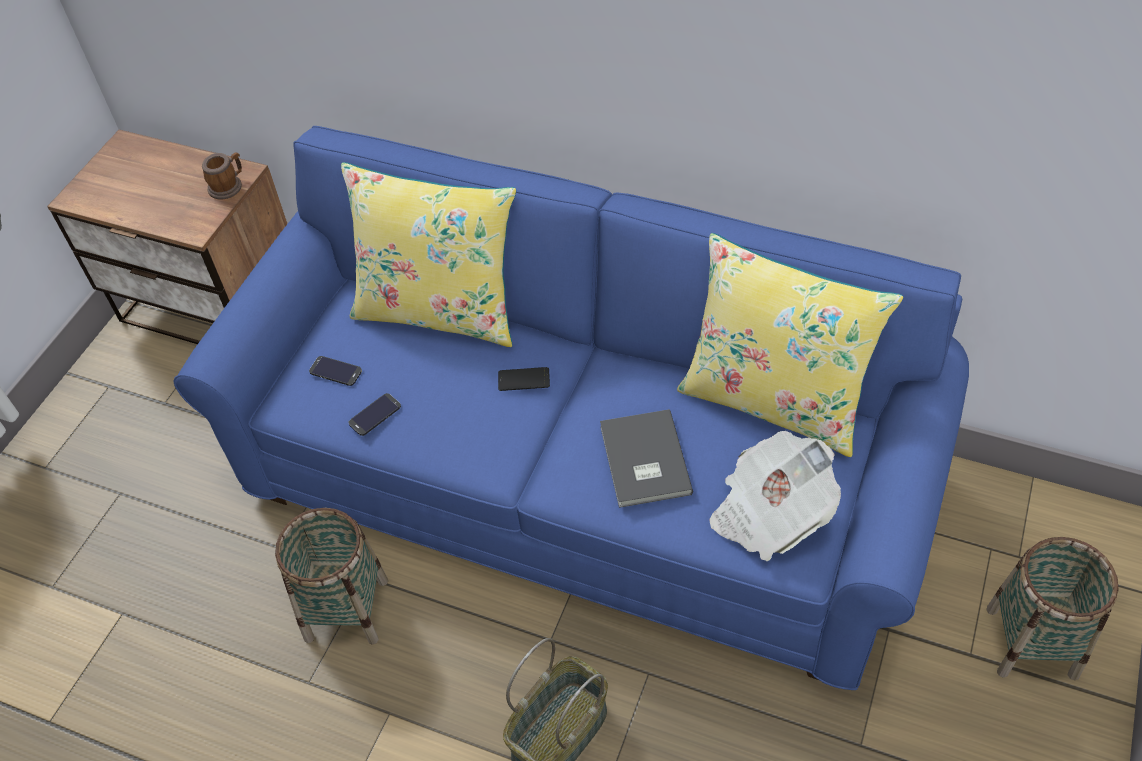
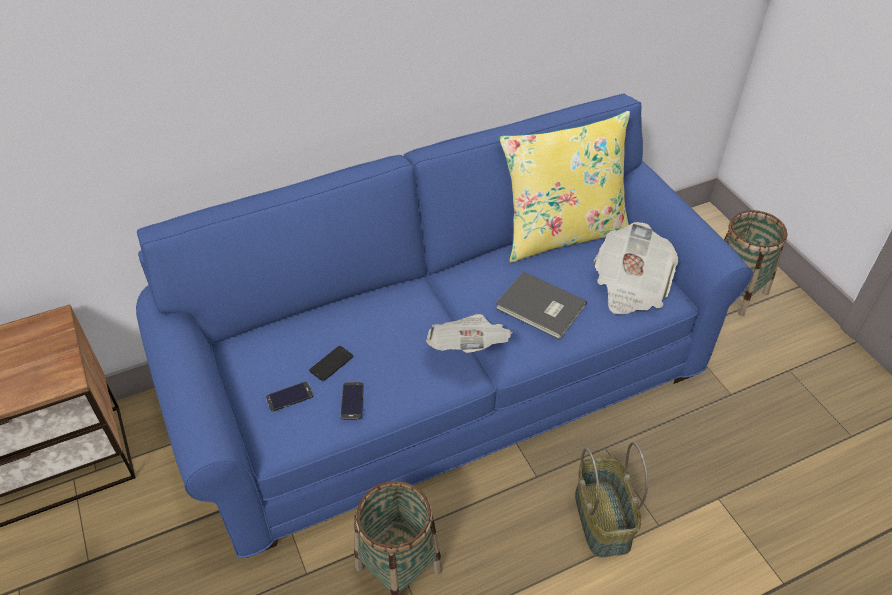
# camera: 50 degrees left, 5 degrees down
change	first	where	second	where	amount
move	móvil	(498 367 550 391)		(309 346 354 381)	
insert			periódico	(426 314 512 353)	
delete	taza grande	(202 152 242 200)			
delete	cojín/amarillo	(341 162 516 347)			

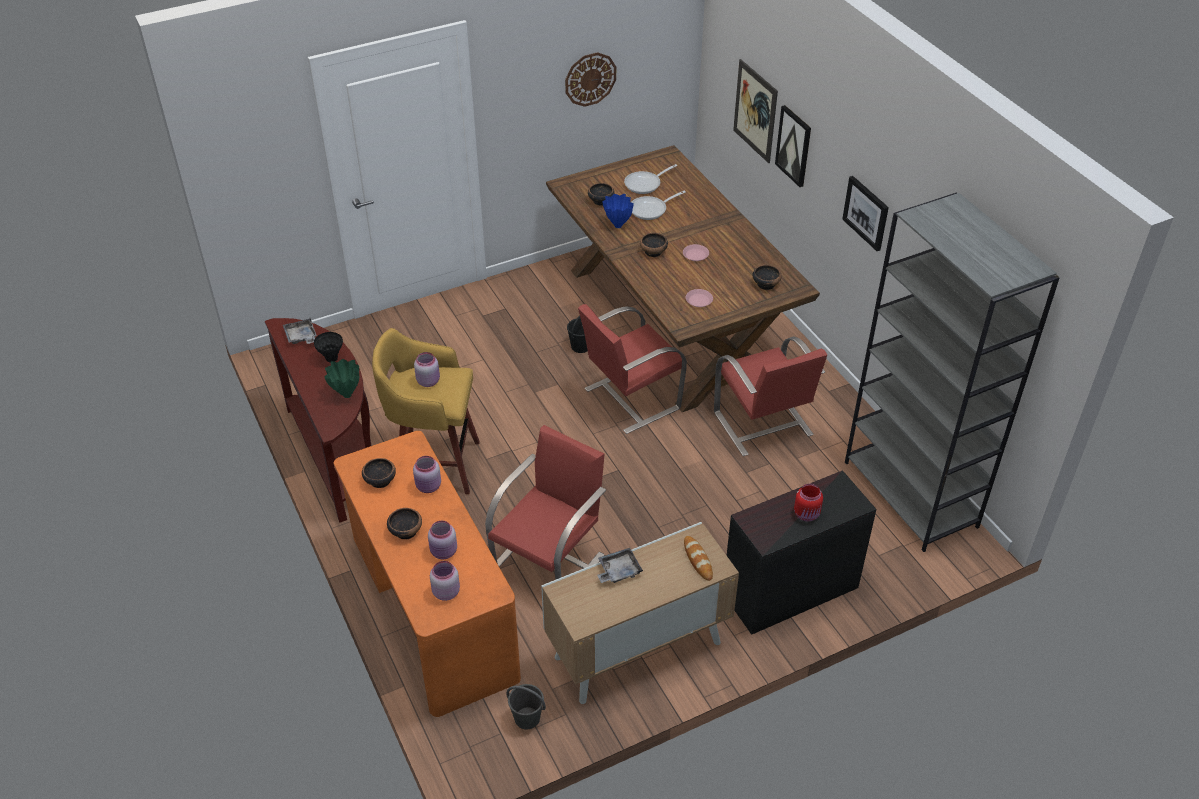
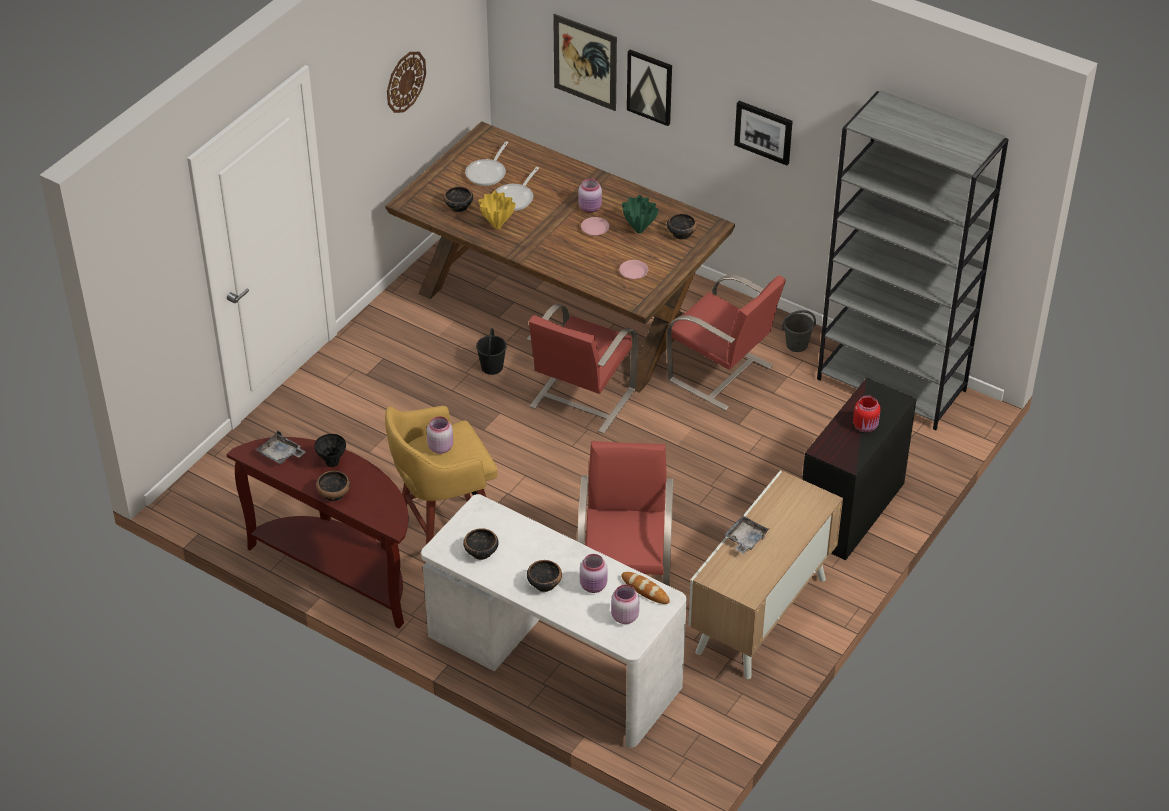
# camera: 30 degrees left, 0 degrees up
change	first	where	second	where	amount
move	cuenco	(640 233 668 257)		(316 470 350 501)	
recolor	escritorio/naranja	(334 431 521 717)	escritorio/blanco	(421 494 687 748)	
recolor	florero/azul	(602 194 634 228)	florero/amarillo	(478 191 516 229)	
move	tarro/rosa	(413 456 441 493)		(578 178 602 213)	
move	pan	(684 536 713 581)		(621 572 670 604)	
move	florero/verde	(324 359 359 398)		(622 195 659 233)	
move	cubo/gris	(507 684 546 730)		(782 310 816 352)	

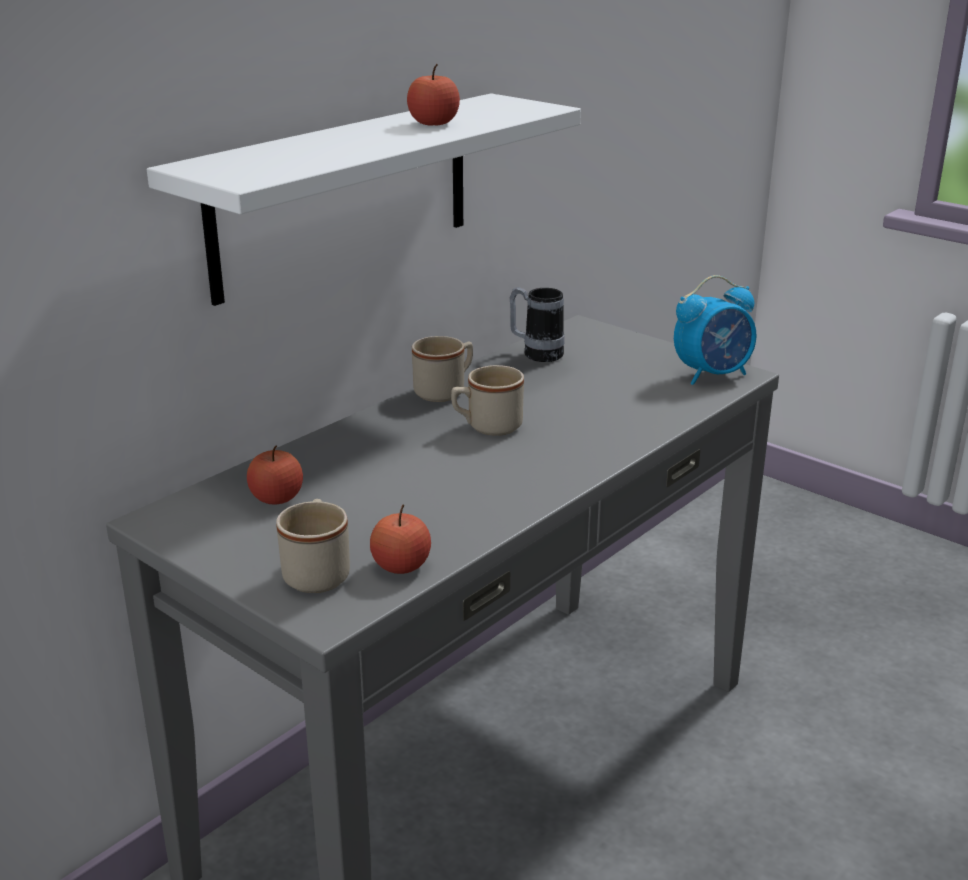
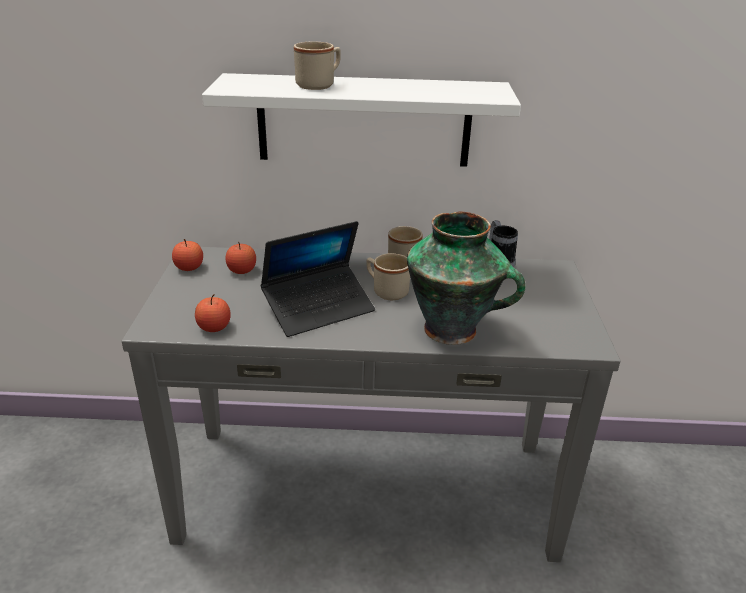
# camera: 50 degrees right, 5 degrees up
change	first	where	second	where	amount
move	manzana	(407 64 460 126)		(172 239 203 271)	
insert			portátil	(261 221 375 337)	
move	taza grande/beis	(276 499 350 593)		(294 42 341 90)	
insert			florero	(407 212 526 345)	
delete	despertador	(674 275 757 385)			

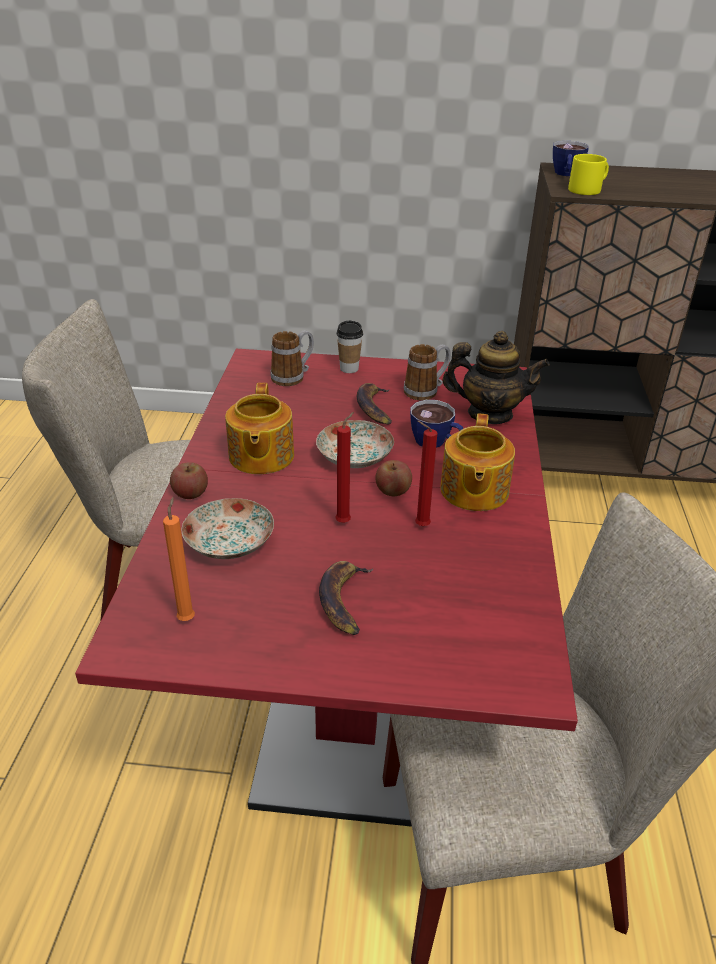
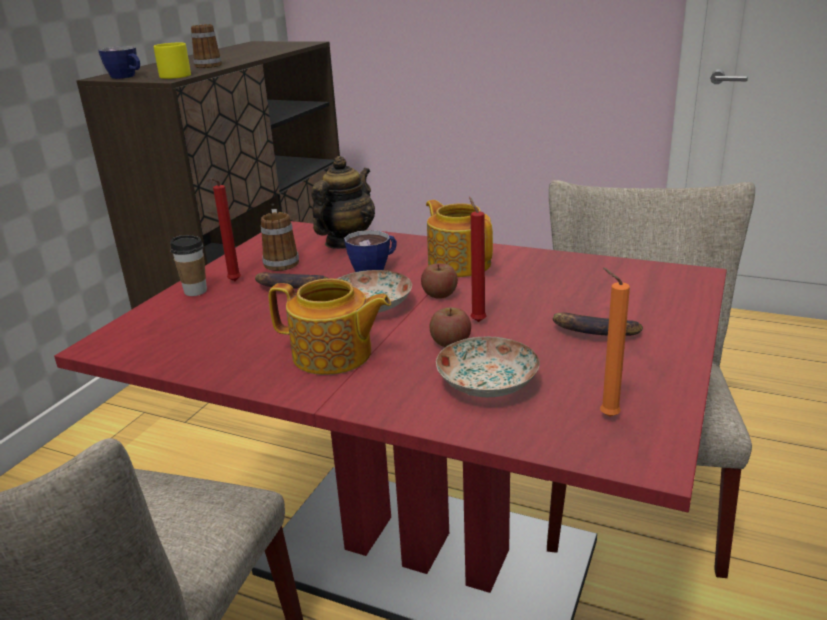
# camera: 70 degrees left, 10 degrees down
change	first	where	second	where	amount
move	taza grande	(270 330 314 386)		(191 24 222 68)	
move	vela/rojo	(415 421 437 526)		(211 178 241 281)	
rotate	tetera	(440 414 515 511)		(426 200 493 277)	150 degrees counterclockwise
move	manzana	(170 462 208 499)		(429 307 471 347)	

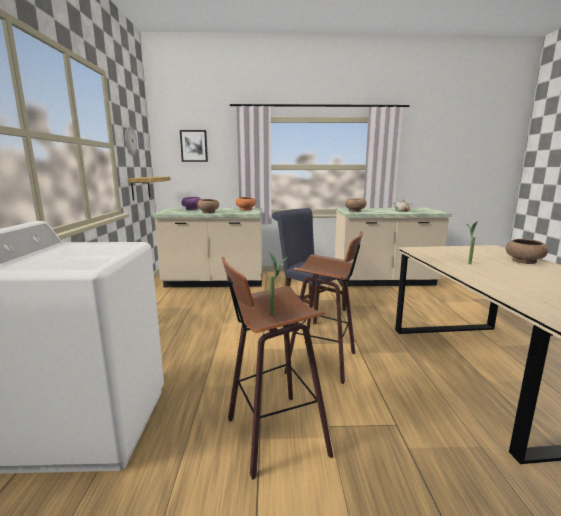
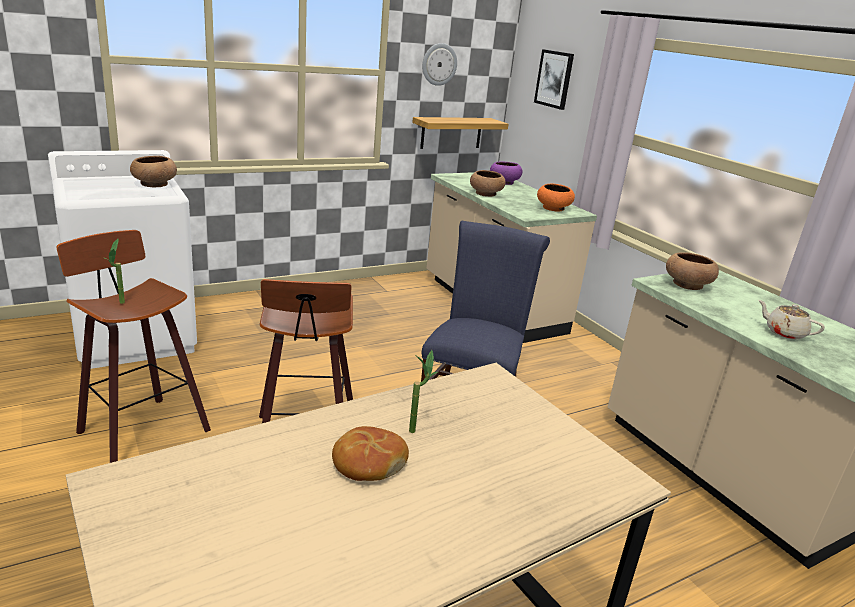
# camera: 60 degrees right, 10 degrees up
change	first	where	second	where	amount
move	cuenco/marrón	(506 239 548 264)		(130 156 177 187)	
insert			pan	(332 426 409 481)	

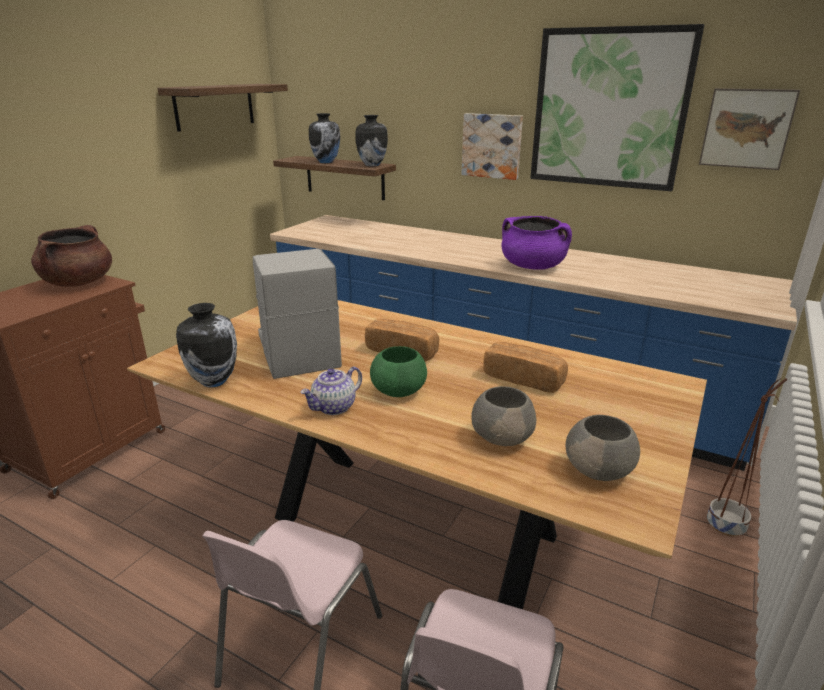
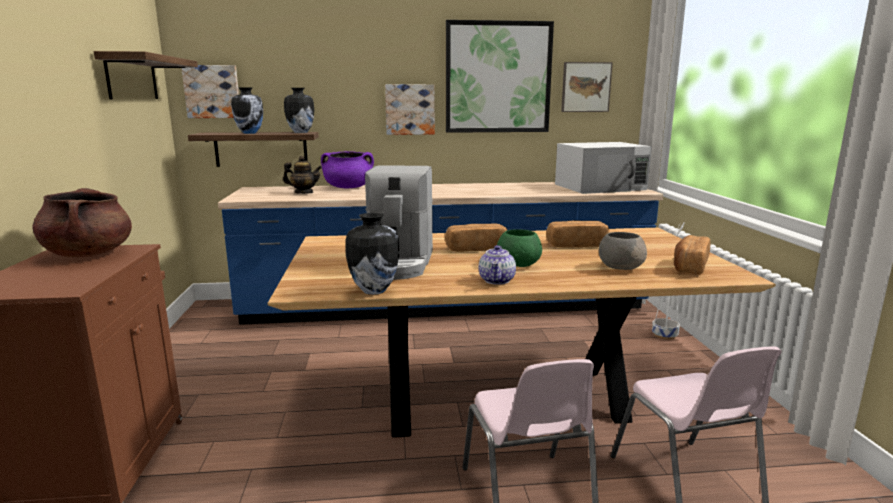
# camera: 35 degrees left, 10 degrees down
change	first	where	second	where	amount
insert			cuadro	(181 65 239 118)	
insert			tetera	(283 156 322 194)	
move	olla/morado	(501 216 572 270)		(321 151 374 188)	
rotate	cafetera	(252 249 342 379)		(365 165 433 280)	120 degrees counterclockwise
insert			microondas/blanco	(555 142 652 194)	
recolor	maceta/marrón	(707 378 787 537)	maceta/blanco	(652 222 685 340)	
replace	cuenco/gris	(566 415 640 481)	pan	(674 235 710 275)	

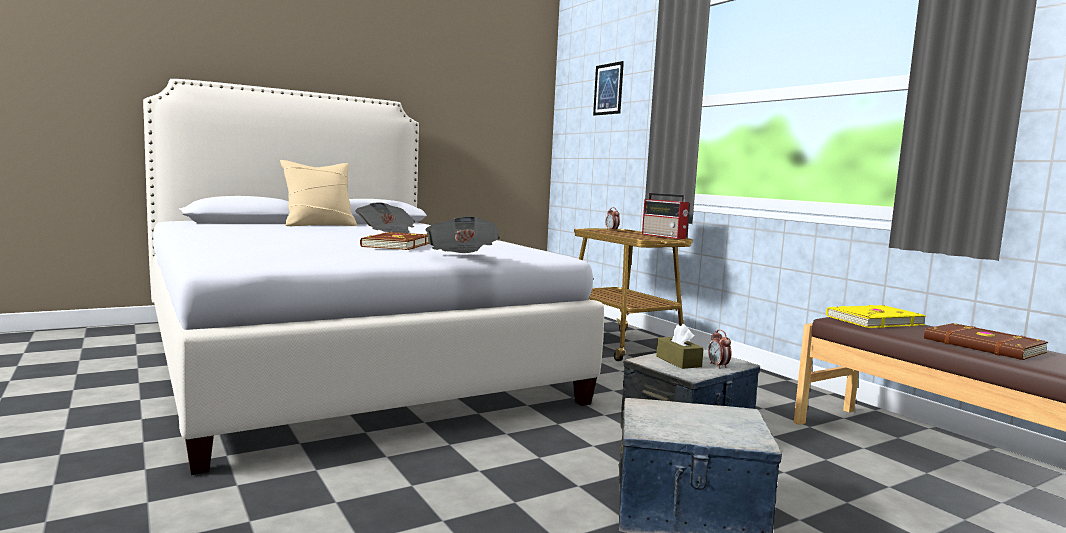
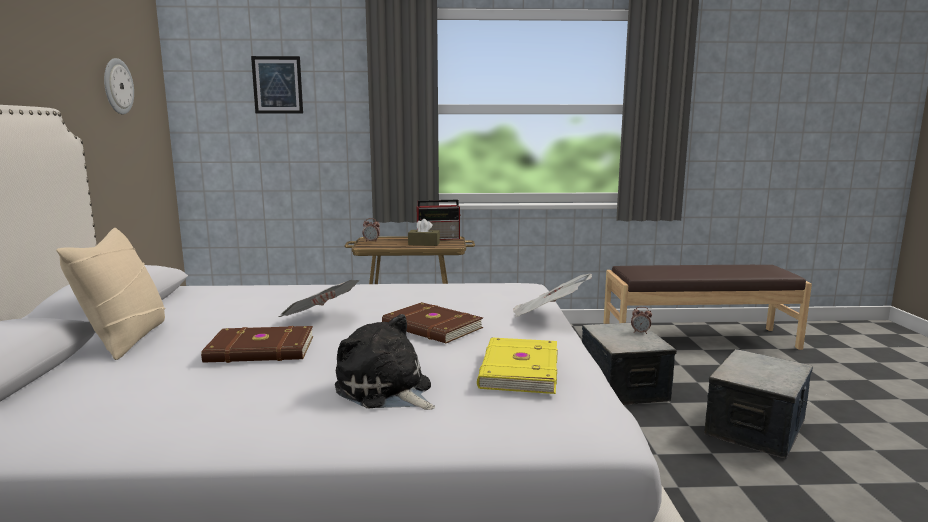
# camera: 60 degrees left, 5 degrees up
change	first	where	second	where	amount
insert			reloj de pared	(104 58 134 114)	
move	libro/marrón	(924 323 1048 360)		(201 326 313 363)	
insert			peluche	(335 314 435 410)	
move	caja de pañuelos/marrón	(656 324 704 369)		(408 219 440 246)	
move	libro/amarillo	(826 305 926 328)		(477 338 558 394)	

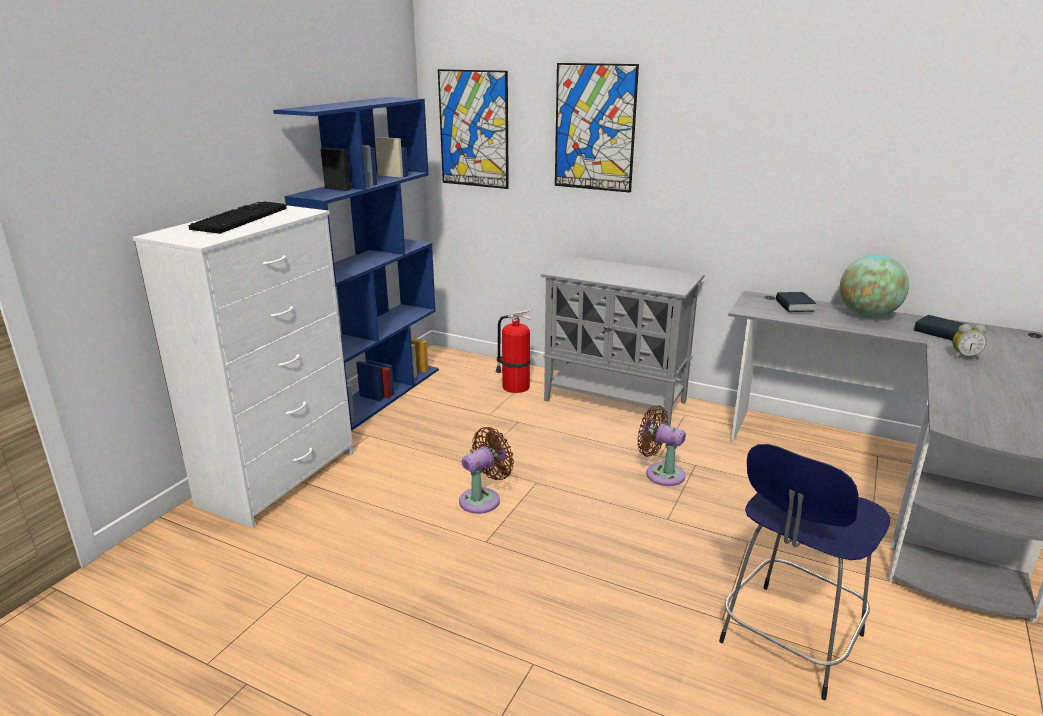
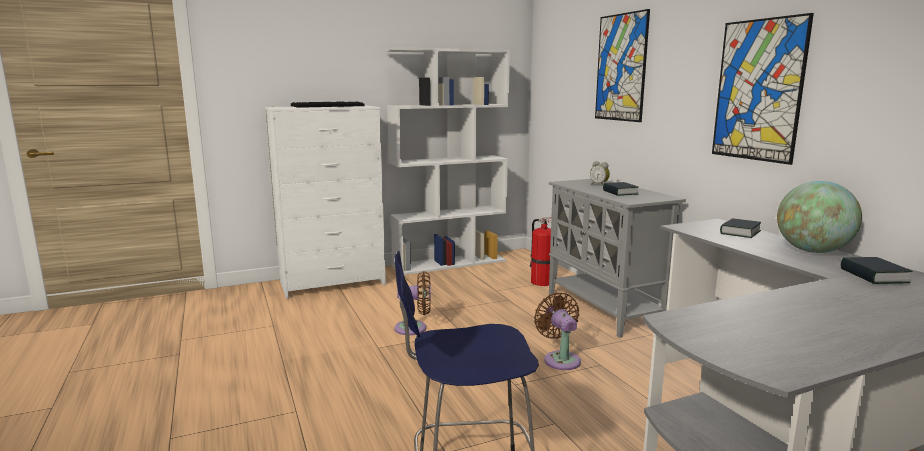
# camera: 40 degrees right, 10 degrees down
change	first	where	second	where	amount
recolor	estantería/azul	(273 97 439 431)	estantería/blanco	(385 47 510 275)	
move	despertador	(952 324 987 359)		(590 161 610 185)	
insert			libro	(603 182 638 196)	
move	cuadro	(438 69 509 189)		(712 13 814 165)	

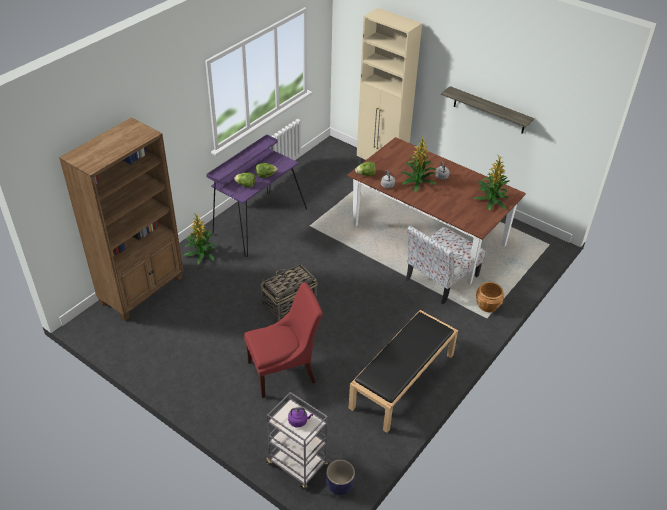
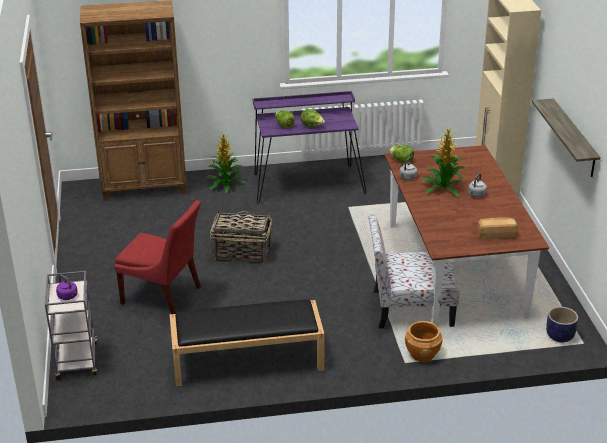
# camera: 45 degrees right, 10 degrees down
change	first	where	second	where	amount
replace	planta en maceta	(474 154 509 210)	pan	(477 218 518 239)	
move	maceta	(326 460 355 495)		(546 307 578 342)	

